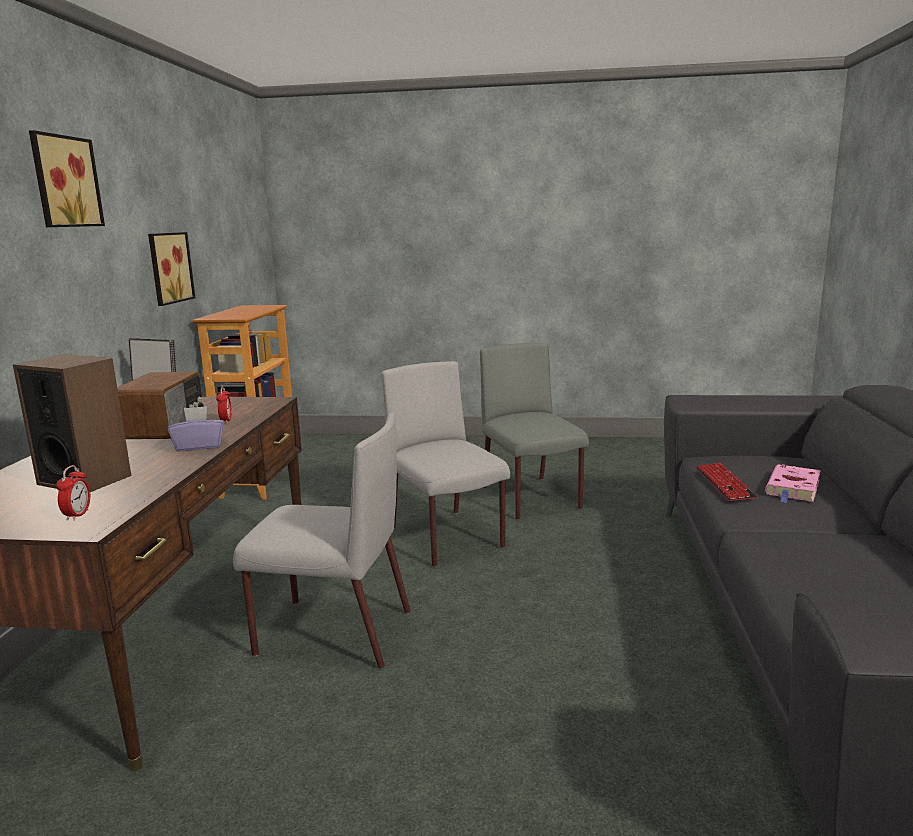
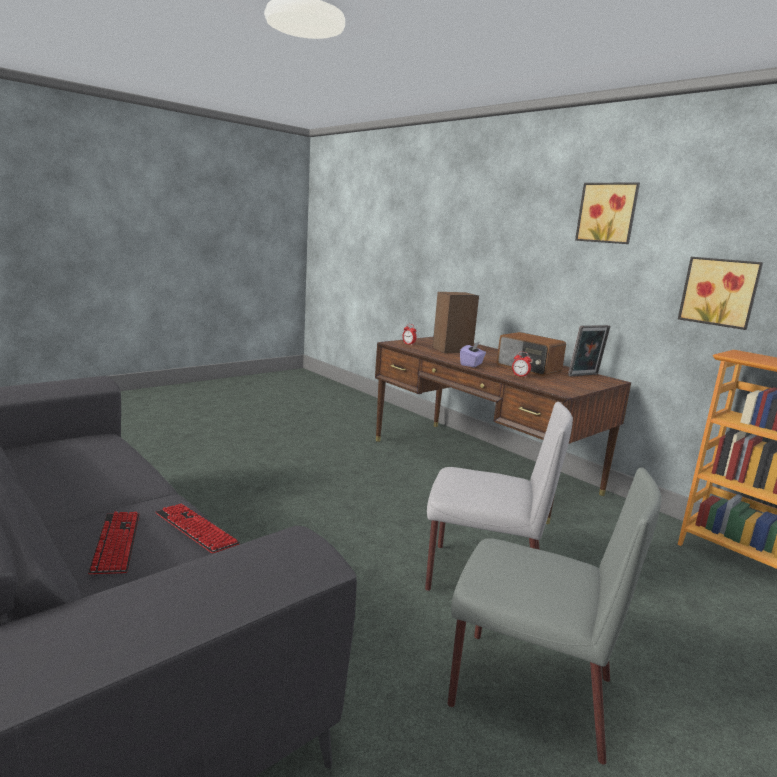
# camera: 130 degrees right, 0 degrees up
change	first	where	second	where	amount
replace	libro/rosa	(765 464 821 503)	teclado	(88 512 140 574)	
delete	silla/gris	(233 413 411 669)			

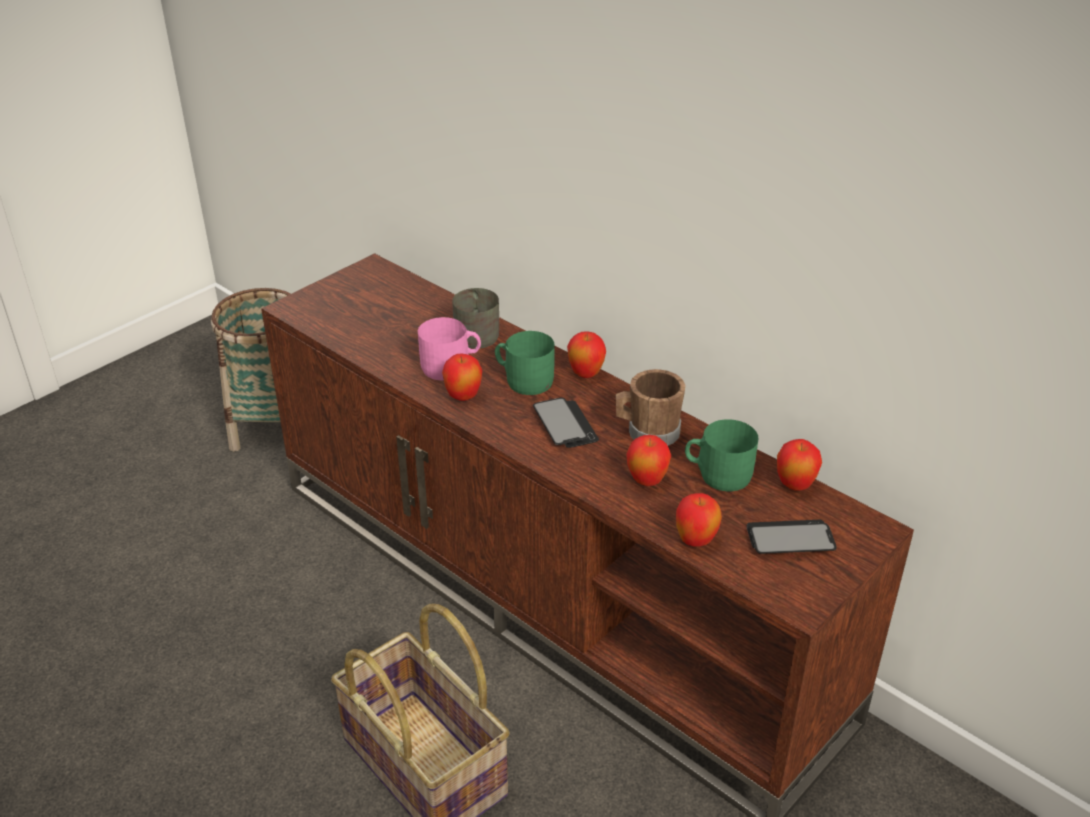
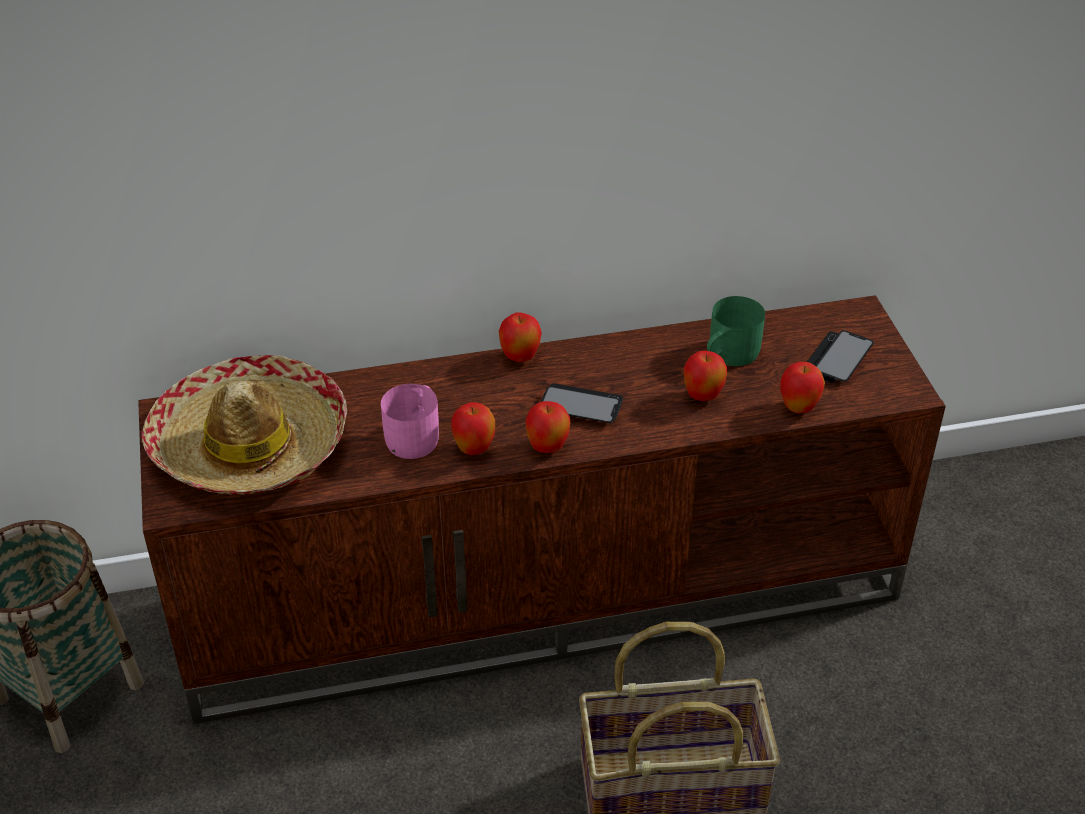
# camera: 55 degrees left, 5 degrees up
change	first	where	second	where	amount
insert			sombrero	(141 355 347 495)	
move	manzana	(777 439 822 491)		(525 401 570 453)	
delete	taza grande/gris	(452 288 499 349)			
delete	taza grande/verde	(495 331 555 395)			
delete	taza grande/marrón	(616 369 686 446)			

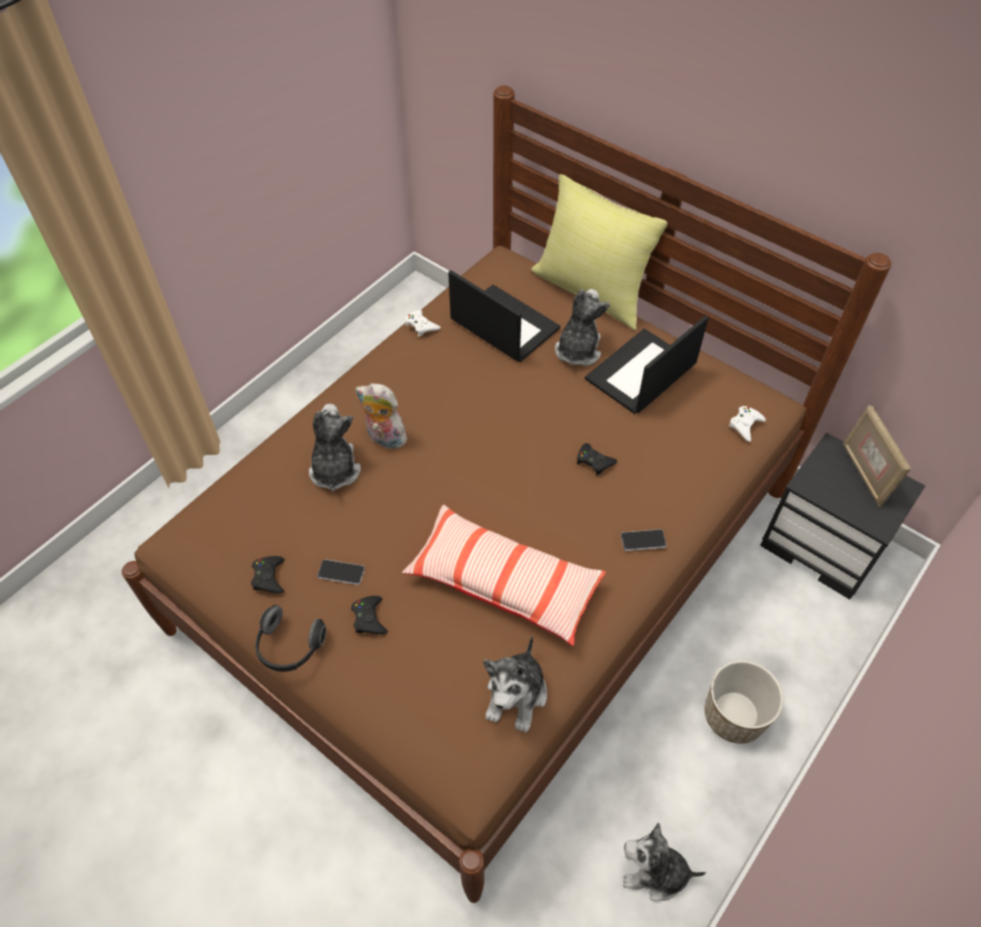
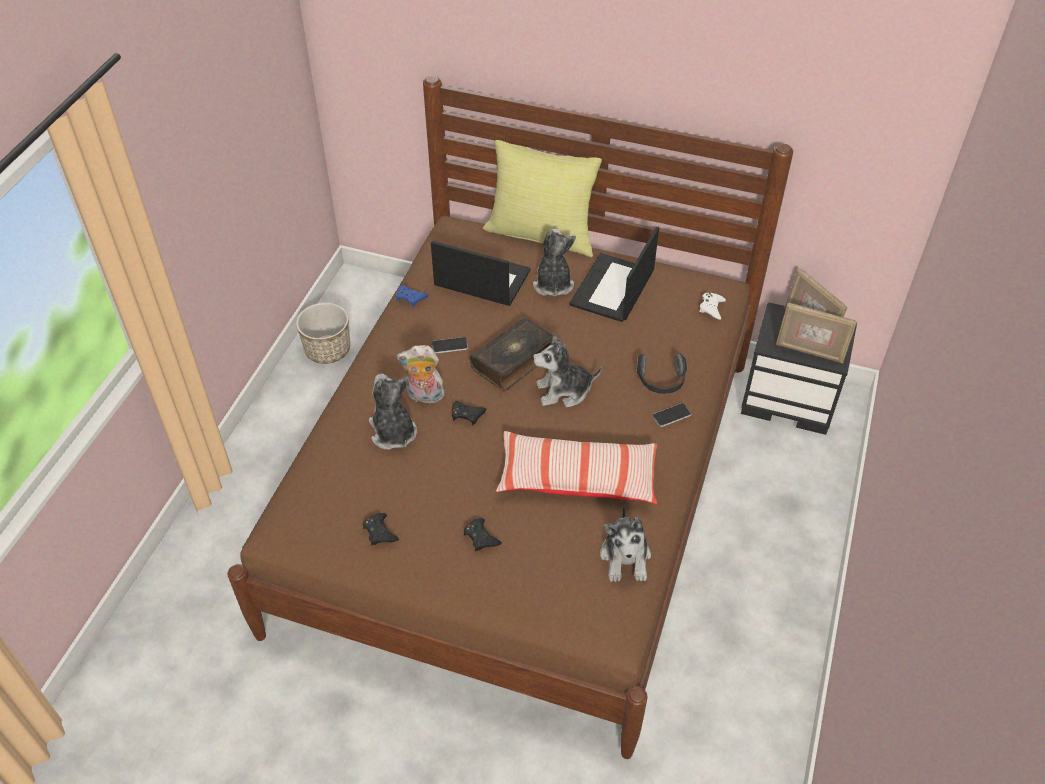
# camera: 20 degrees left, 5 degrees down
change	first	where	second	where	amount
move	maceta	(704 660 783 743)		(296 303 350 364)	
recolor	mando de consola/blanco	(405 310 441 337)	mando de consola/azul	(395 285 428 307)	
move	móvil	(317 559 365 585)		(432 337 468 353)	
move	mando de consola/negro	(577 443 617 475)		(452 401 487 426)	
insert			libro	(470 318 553 391)	
move	peluche	(623 822 706 902)		(533 333 602 408)	
move	auriculares	(255 605 327 672)		(636 353 687 394)	
insert			portarretratos	(776 303 857 363)	

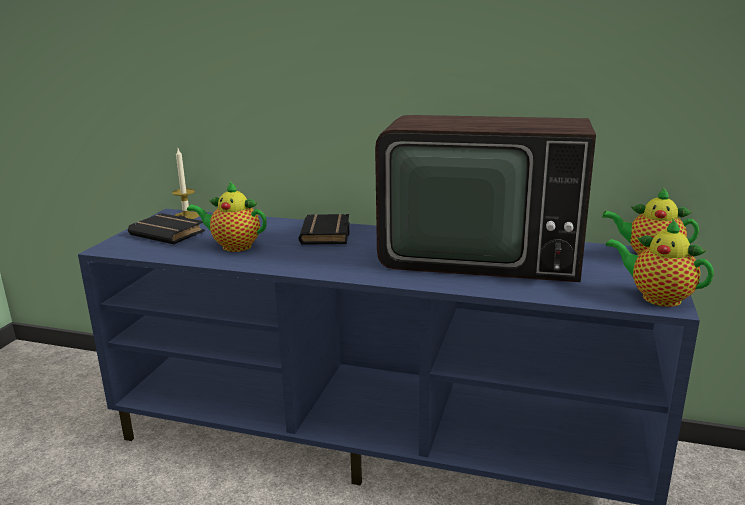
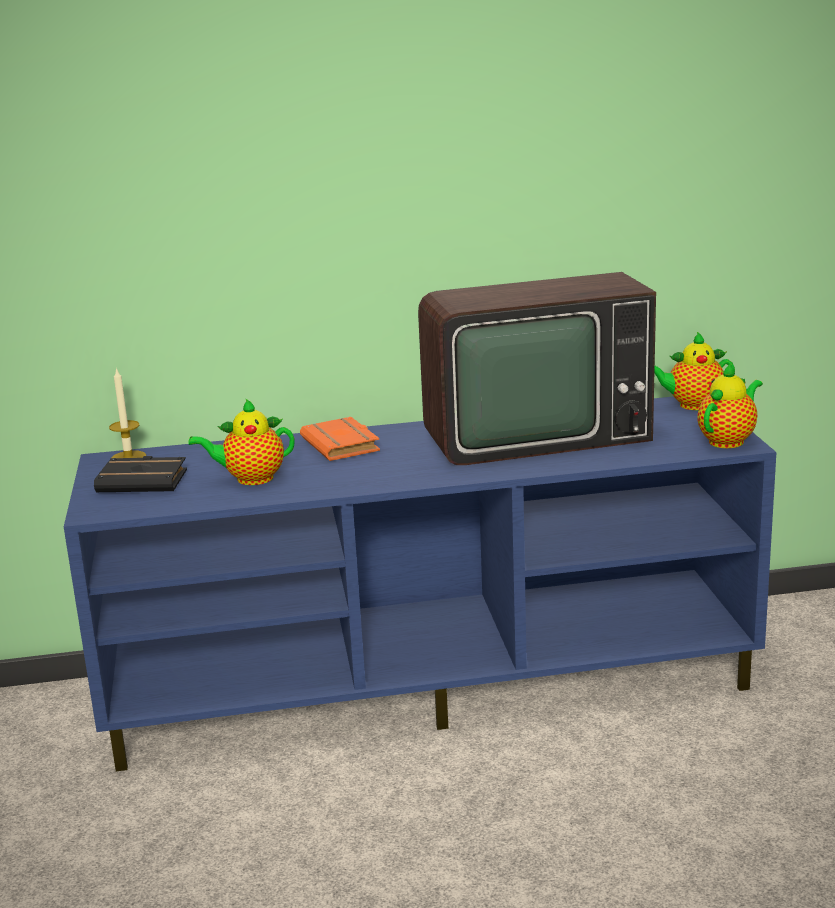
# camera: 25 degrees left, 0 degrees up
change	first	where	second	where	amount
recolor	libro/negro	(299 214 349 245)	libro/naranja	(300 417 380 461)	
rotate	tetera	(605 219 714 307)		(697 363 763 448)	120 degrees clockwise

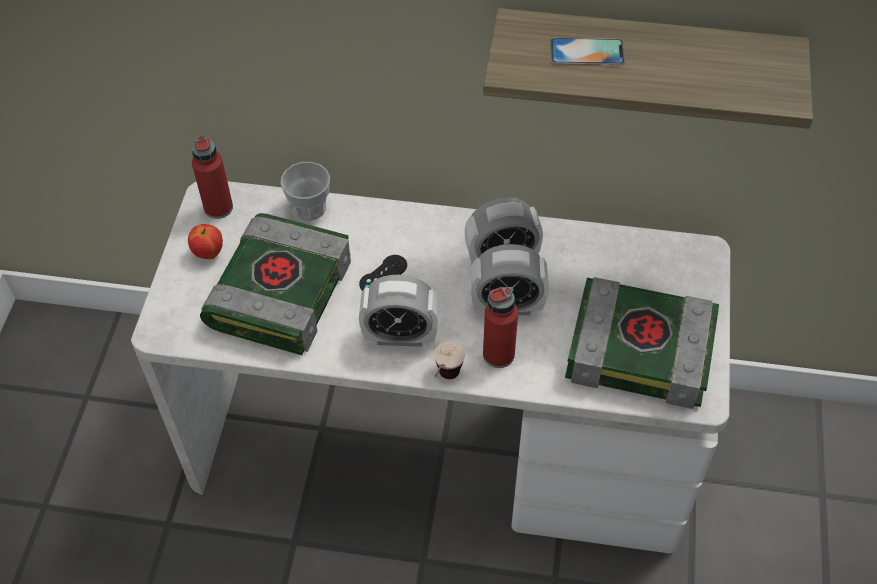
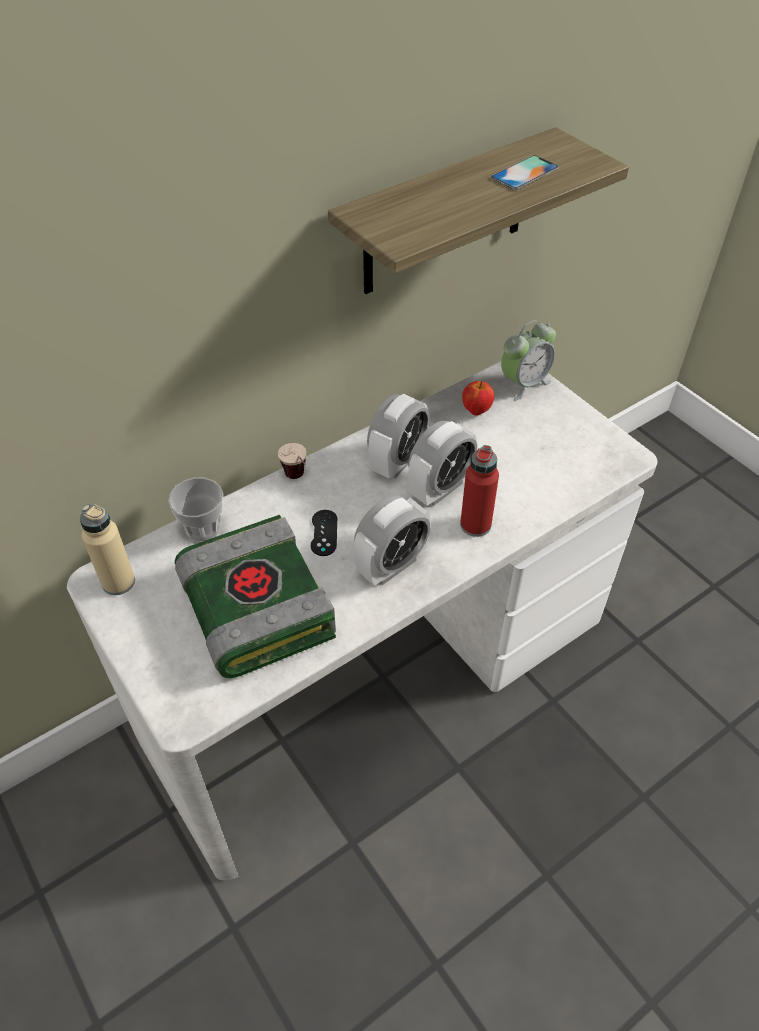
# camera: 45 degrees left, 5 degrees down
change	first	where	second	where	amount
recolor	botella/rojo	(192 135 233 219)	botella/beis	(80 504 135 595)	
move	taza	(434 341 465 379)		(278 443 307 479)	
move	manzana	(188 224 223 259)		(462 381 494 416)	
move	móvil	(550 38 625 65)		(491 155 559 190)	
insert			despertador	(501 320 556 400)	
delete	libro	(565 277 719 409)			

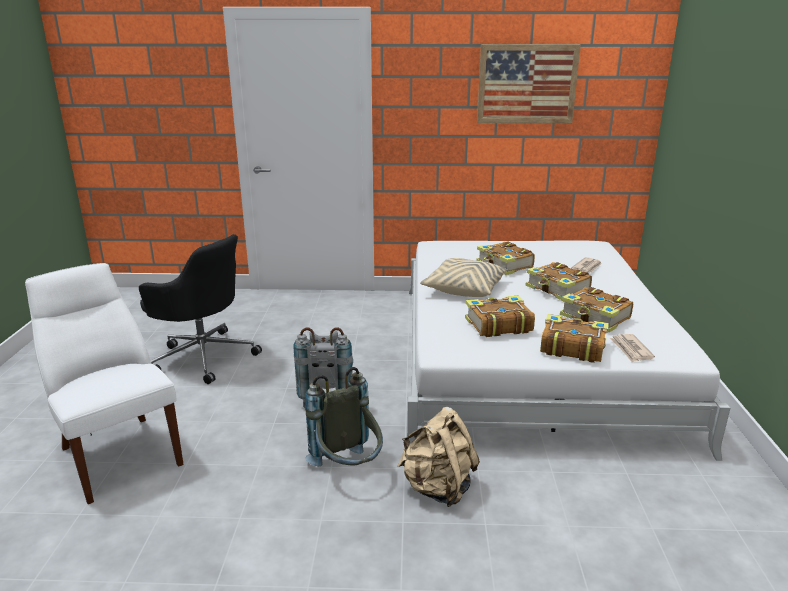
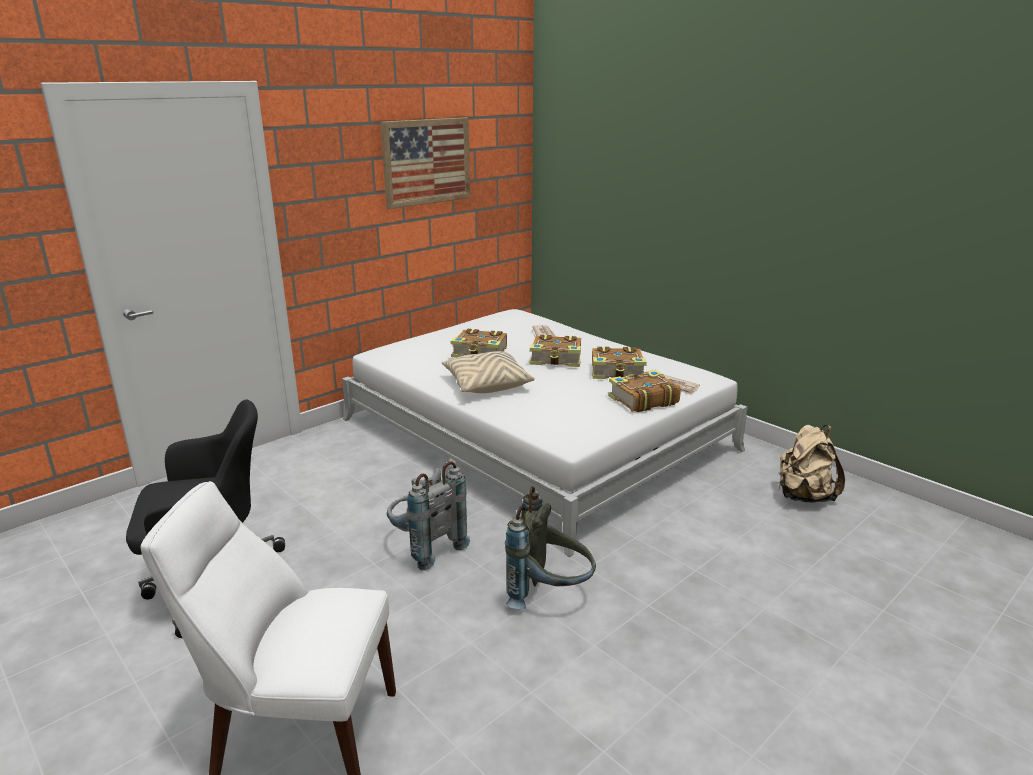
# camera: 45 degrees left, 0 degrees up
change	first	where	second	where	amount
move	mochila/beis	(397 407 480 507)		(779 425 845 503)	
delete	libro	(465 296 535 337)			

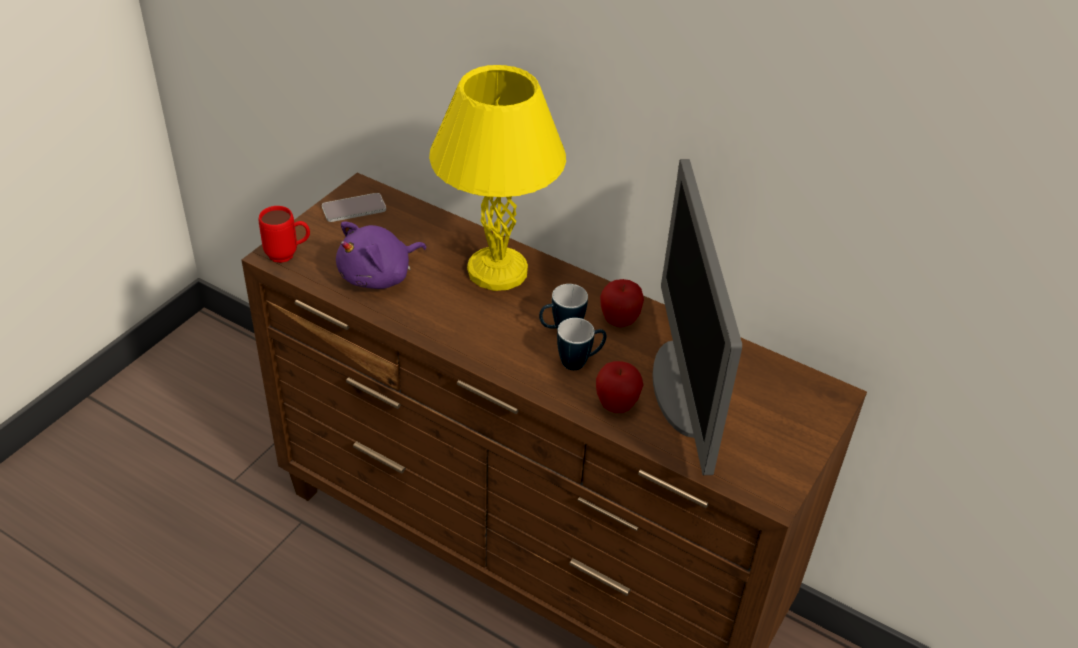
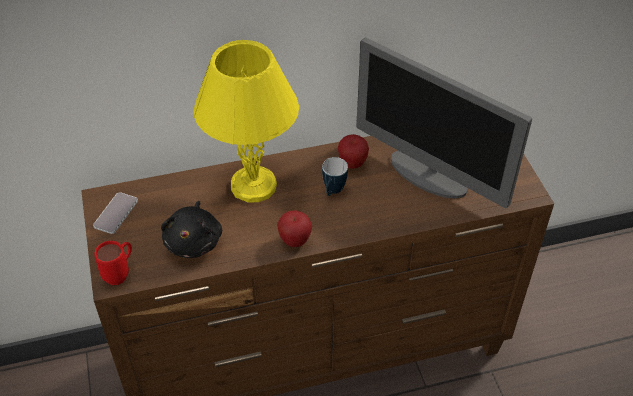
# camera: 45 degrees left, 5 degrees up
change	first	where	second	where	amount
recolor	peluche/morado	(336 222 426 289)	peluche/negro	(161 201 222 258)	
move	manzana	(596 361 643 413)		(277 211 312 247)	
delete	taza grande	(557 318 607 370)			

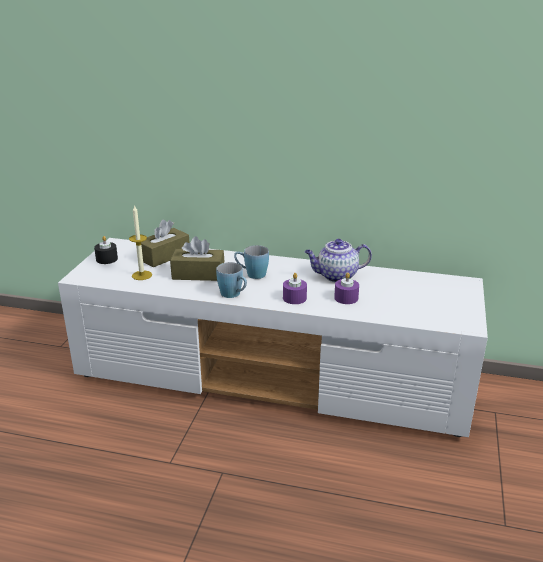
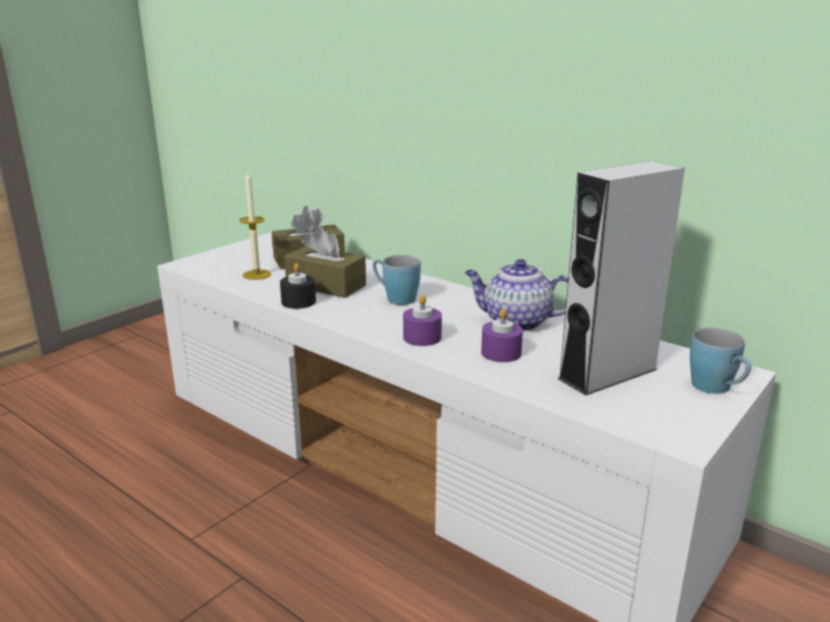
# camera: 25 degrees right, 5 degrees down
change	first	where	second	where	amount
move	vela/negro	(94 236 118 264)		(280 263 316 309)	
insert			altavoz/gris	(557 161 685 395)	
move	taza grande/azul	(216 262 247 298)		(690 328 752 394)	

